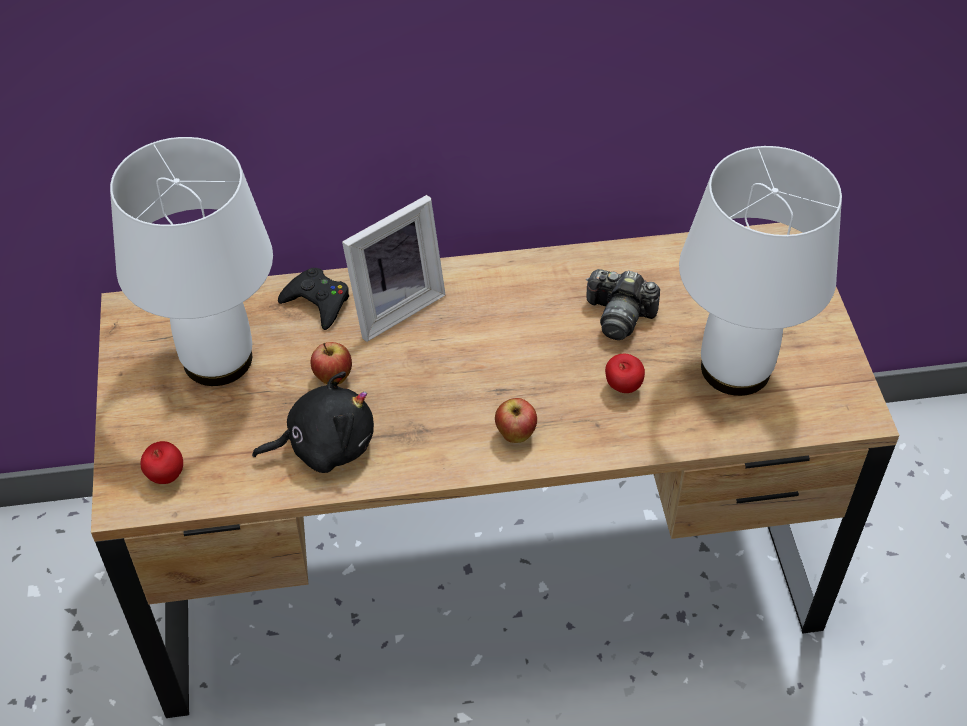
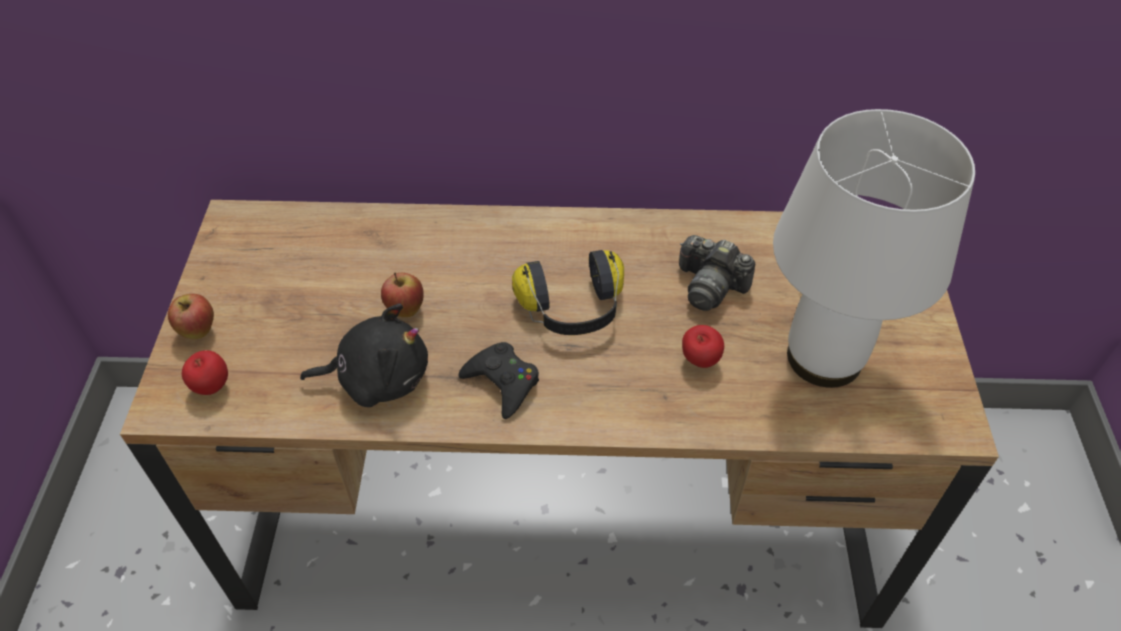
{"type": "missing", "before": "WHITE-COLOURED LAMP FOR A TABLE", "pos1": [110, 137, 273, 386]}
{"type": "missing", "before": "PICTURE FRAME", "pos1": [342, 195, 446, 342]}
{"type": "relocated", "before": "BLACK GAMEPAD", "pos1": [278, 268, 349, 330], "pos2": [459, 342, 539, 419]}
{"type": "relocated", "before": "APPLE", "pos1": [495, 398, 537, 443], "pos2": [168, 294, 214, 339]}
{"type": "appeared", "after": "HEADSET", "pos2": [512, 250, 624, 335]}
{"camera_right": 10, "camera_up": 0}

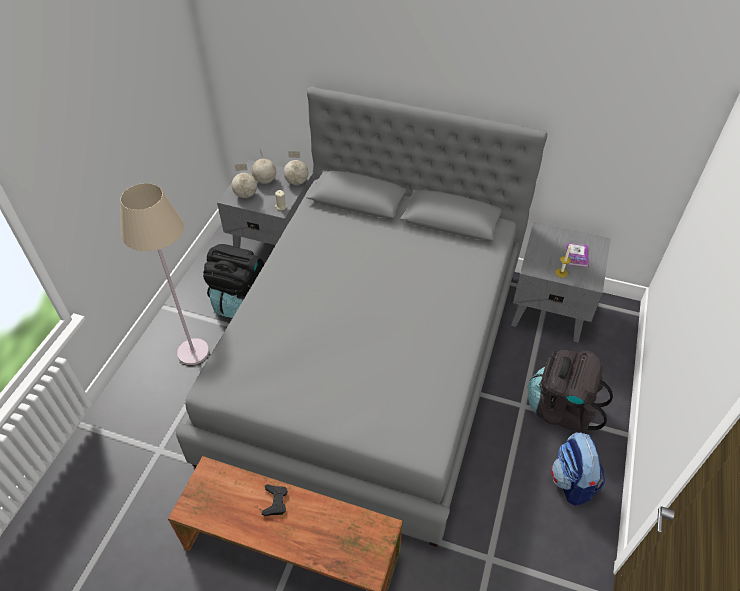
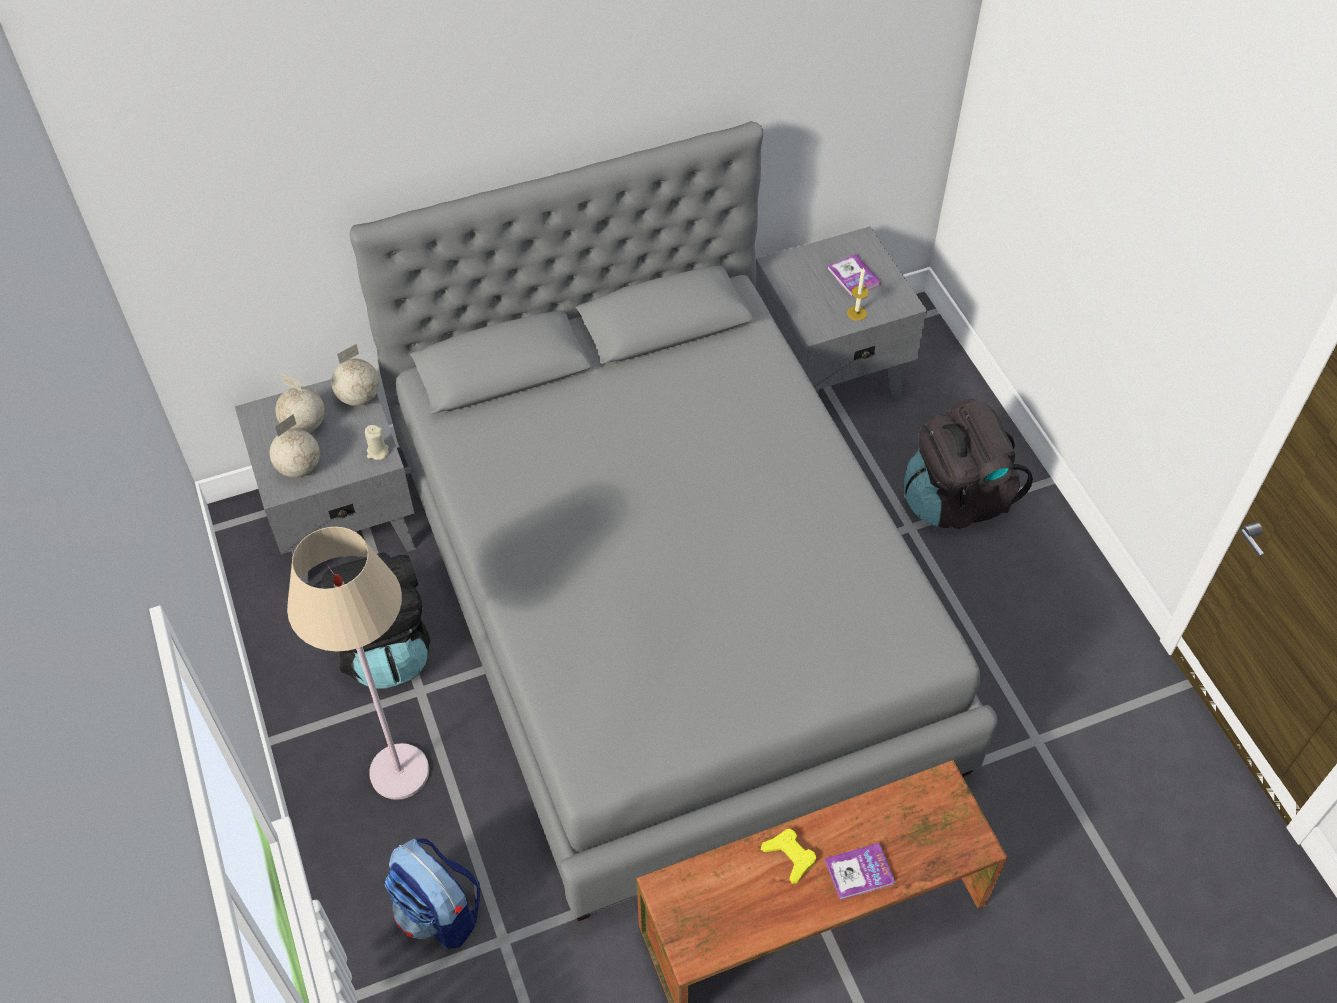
{"type": "relocated", "before": "RUCKSACK", "pos1": [551, 432, 605, 506], "pos2": [384, 838, 480, 949]}
{"type": "colour", "before": "BLACK GAMEPAD", "after": "YELLOWISH GAMEPAD", "pos1": [262, 484, 288, 516], "pos2": [761, 829, 816, 884]}
{"type": "appeared", "after": "BOOK", "pos2": [825, 843, 895, 900]}
{"camera_right": -40, "camera_up": 5}

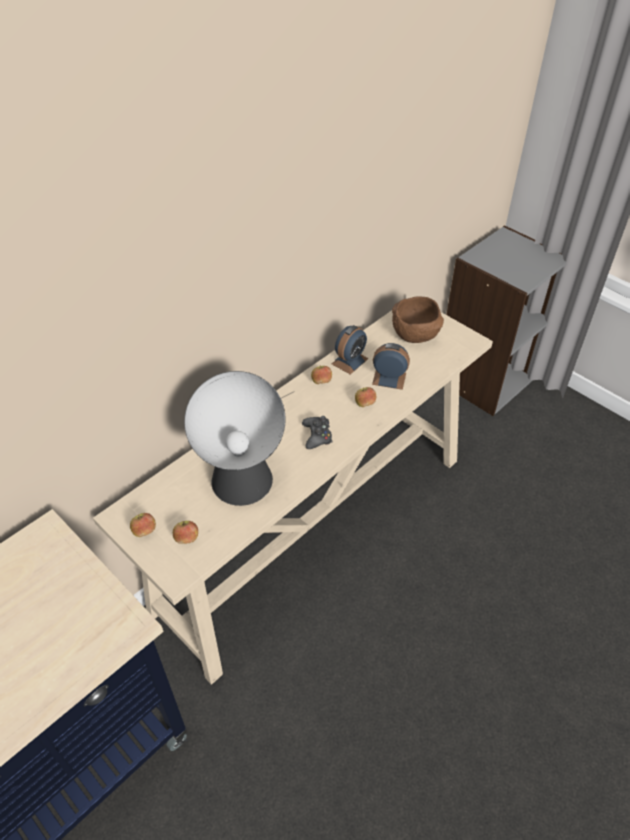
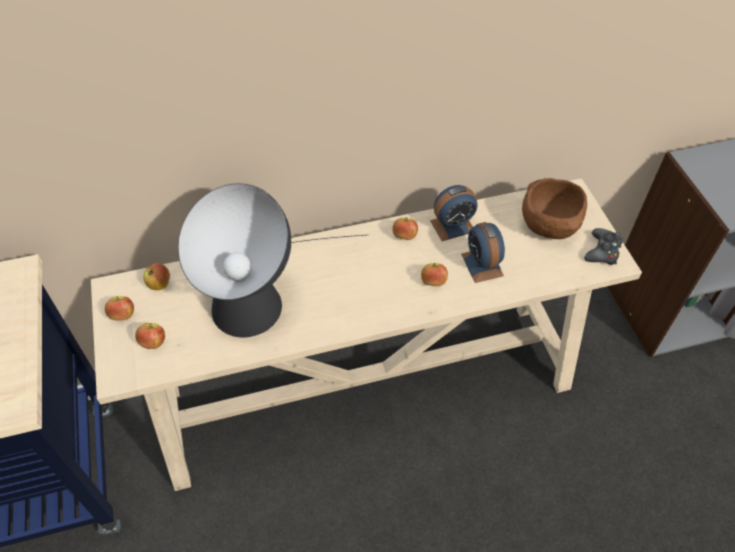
{"type": "spun", "before": "BEDSIDE CLOCK", "pos1": [372, 343, 410, 390], "pos2": [461, 222, 505, 283], "turn": -150}
{"type": "relocated", "before": "BLACK GAMEPAD", "pos1": [302, 416, 333, 449], "pos2": [584, 228, 623, 265]}
{"type": "appeared", "after": "APPLE", "pos2": [144, 263, 170, 290]}
{"camera_right": 30, "camera_up": 5}

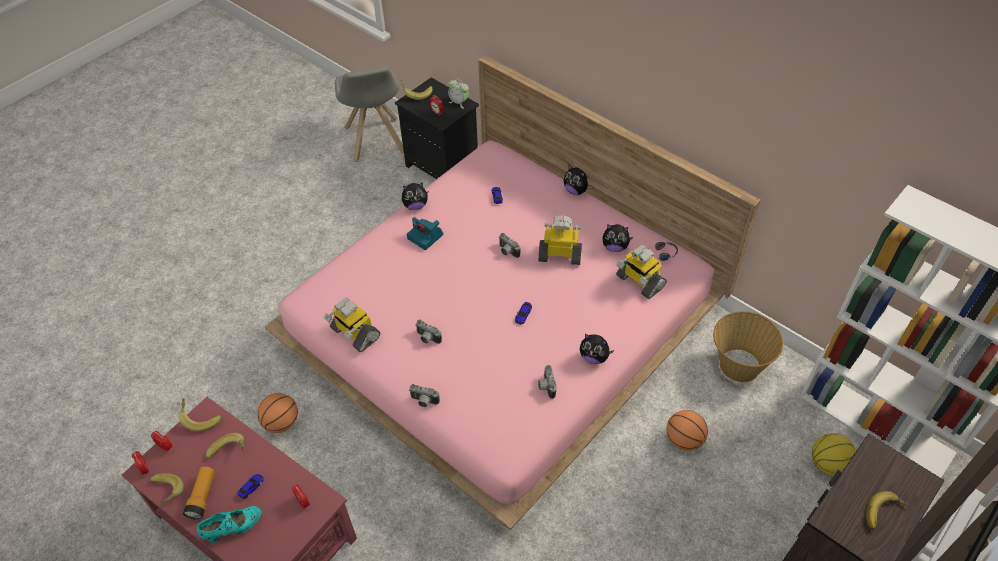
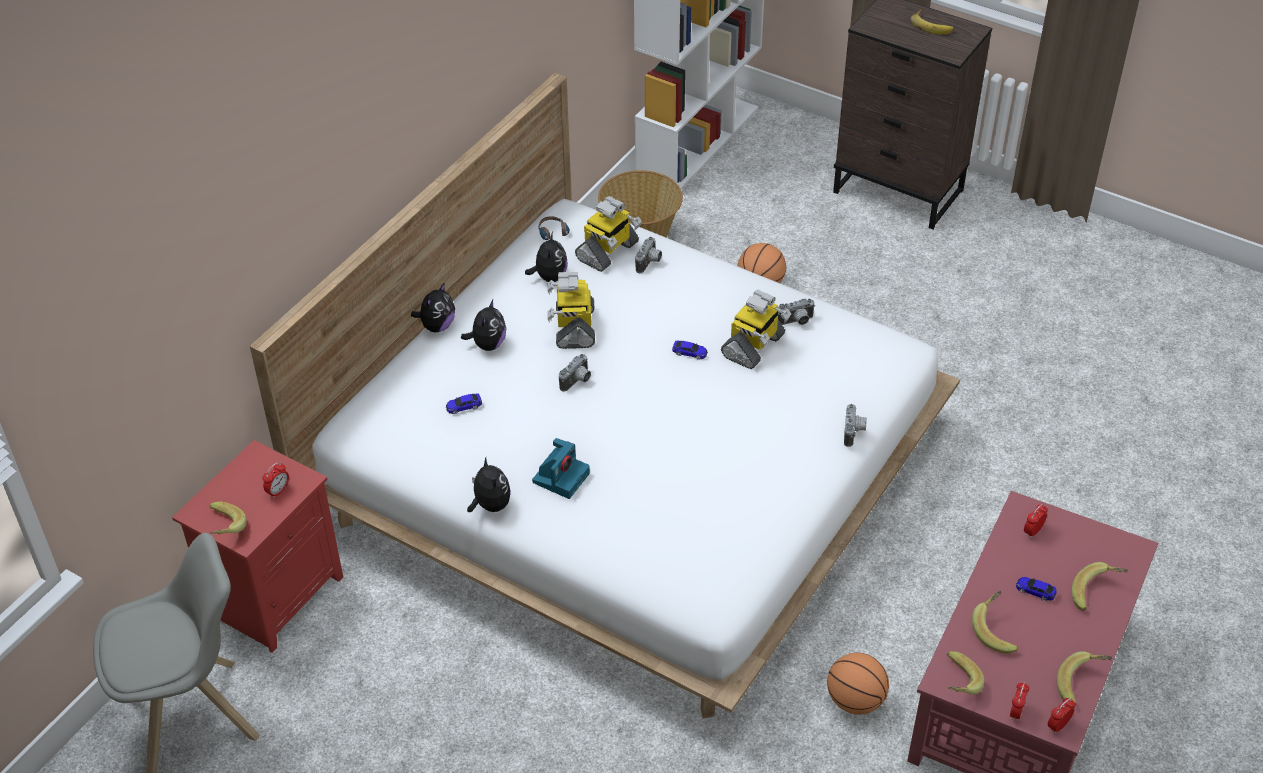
{"type": "colour", "before": "PINK SLEEPING BED", "after": "WHITE-COLOURED SLEEPING BED", "pos1": [265, 55, 760, 530], "pos2": [250, 73, 960, 718]}
{"type": "colour", "before": "BLACK BEDSIDE TABLE", "after": "REDDISH BEDSIDE TABLE", "pos1": [395, 77, 479, 179], "pos2": [172, 440, 343, 653]}
{"type": "missing", "before": "BEDSIDE CLOCK", "pos1": [448, 79, 469, 109]}
{"type": "relocated", "before": "ROBOT FIGURE", "pos1": [324, 297, 381, 352], "pos2": [721, 290, 791, 369]}
{"type": "relocated", "before": "STILL CAMERA", "pos1": [415, 319, 442, 344], "pos2": [635, 237, 662, 273]}
{"type": "relocated", "before": "CUDDLY TOY", "pos1": [580, 334, 614, 364], "pos2": [461, 299, 506, 351]}
{"type": "missing", "before": "BASKETBALL", "pos1": [812, 434, 856, 476]}
{"type": "missing", "before": "TORCH", "pos1": [183, 467, 215, 520]}
{"type": "exchanged", "before": "TURQUOISE LOW SHOE", "after": "WHOLE BANANA", "pos1": [197, 506, 261, 543], "pos2": [1072, 562, 1128, 611]}
{"camera_right": -100, "camera_up": -5}

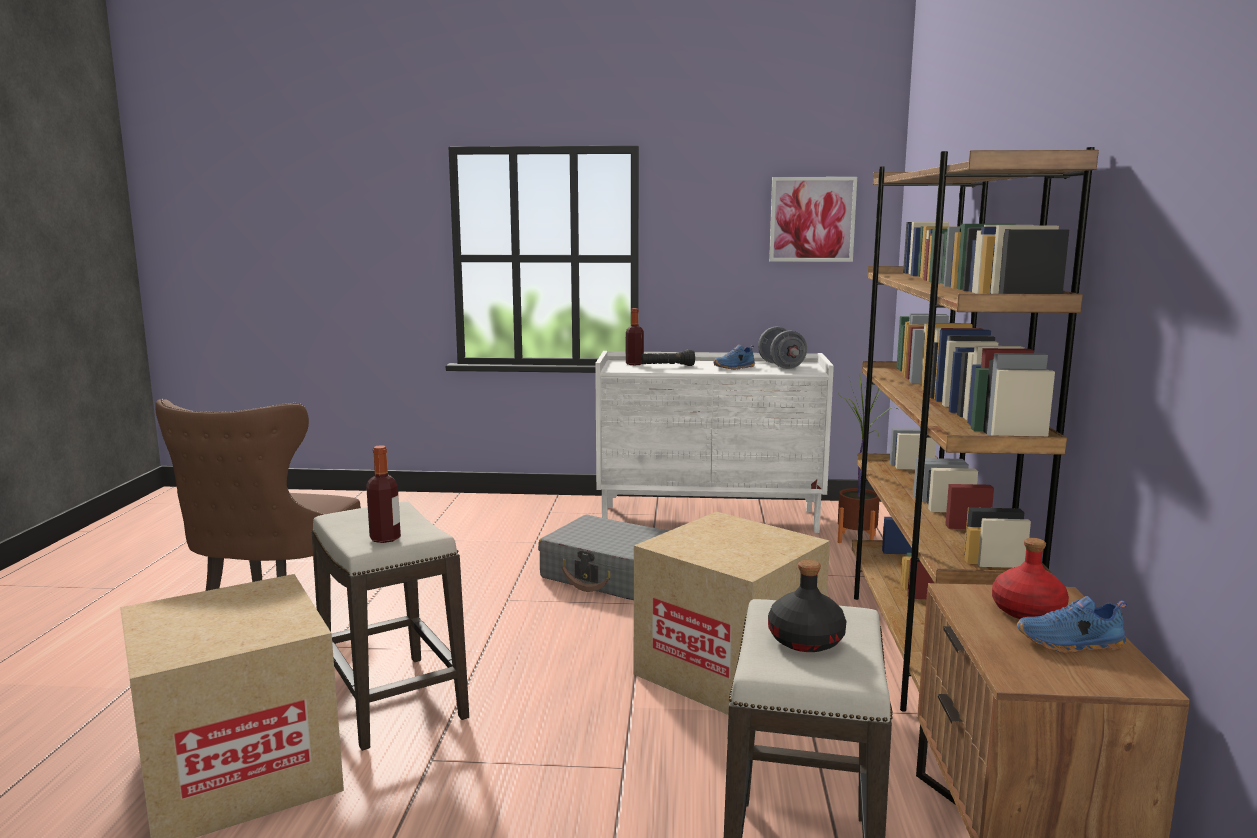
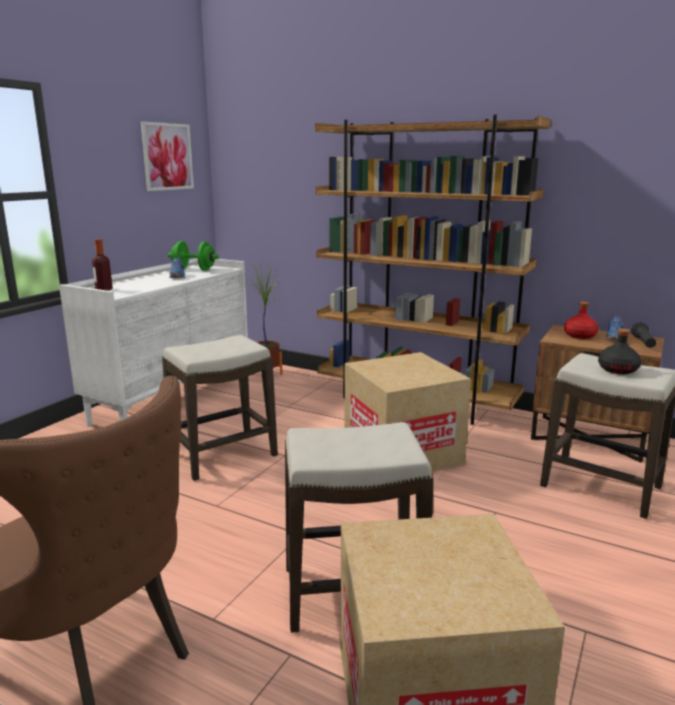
{"type": "colour", "before": "GRAY DUMBBELL", "after": "GREEN DUMBBELL", "pos1": [758, 327, 807, 369], "pos2": [168, 241, 219, 271]}
{"type": "relocated", "before": "BLACK TORCH", "pos1": [641, 349, 695, 366], "pos2": [631, 322, 656, 348]}
{"type": "missing", "before": "DRINK BOTTLE", "pos1": [366, 445, 401, 543]}
{"type": "exchanged", "before": "GRAY SUITCASE", "after": "STOOL SEAT", "pos1": [538, 514, 669, 600], "pos2": [162, 335, 278, 481]}
{"camera_right": -65, "camera_up": 5}

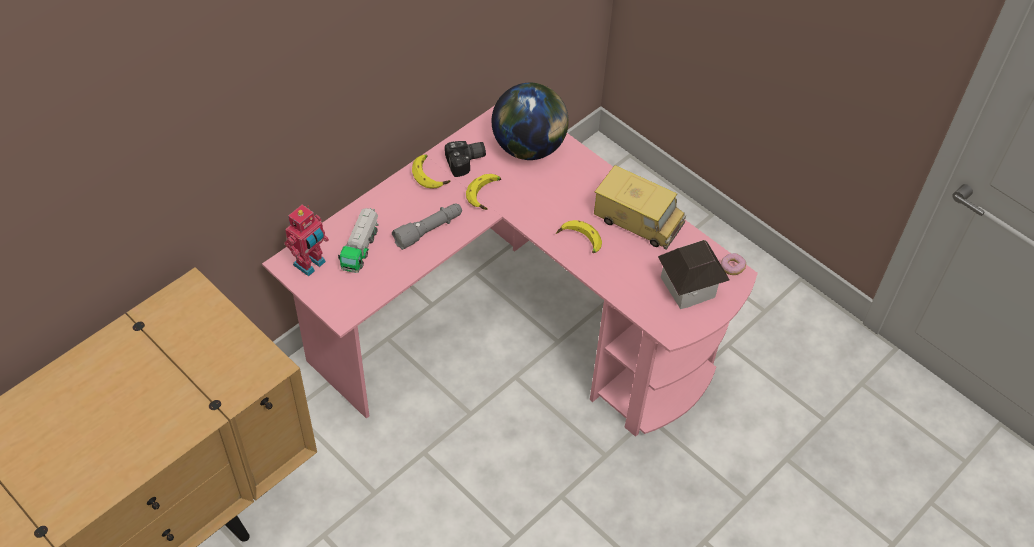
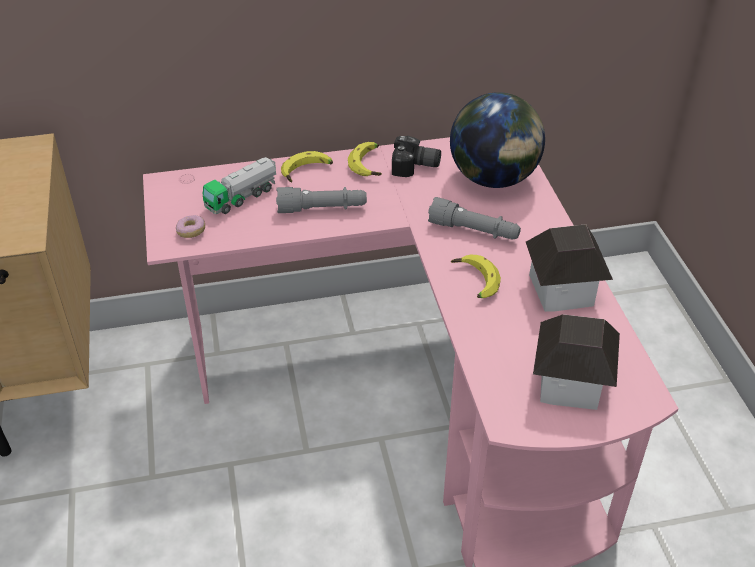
{"type": "exchanged", "before": "TOY LORRY", "after": "MODEL HOUSE", "pos1": [594, 165, 686, 250], "pos2": [526, 224, 613, 312]}
{"type": "relocated", "before": "WHOLE BANANA", "pos1": [466, 174, 501, 210], "pos2": [281, 151, 333, 182]}
{"type": "missing", "before": "ROBOT FIGURE", "pos1": [285, 205, 329, 276]}
{"type": "relocated", "before": "DOUGHNUT", "pos1": [721, 253, 746, 275], "pos2": [176, 215, 205, 238]}
{"type": "appeared", "after": "GRAY TORCH", "pos2": [428, 197, 521, 240]}
{"camera_right": 35, "camera_up": -10}

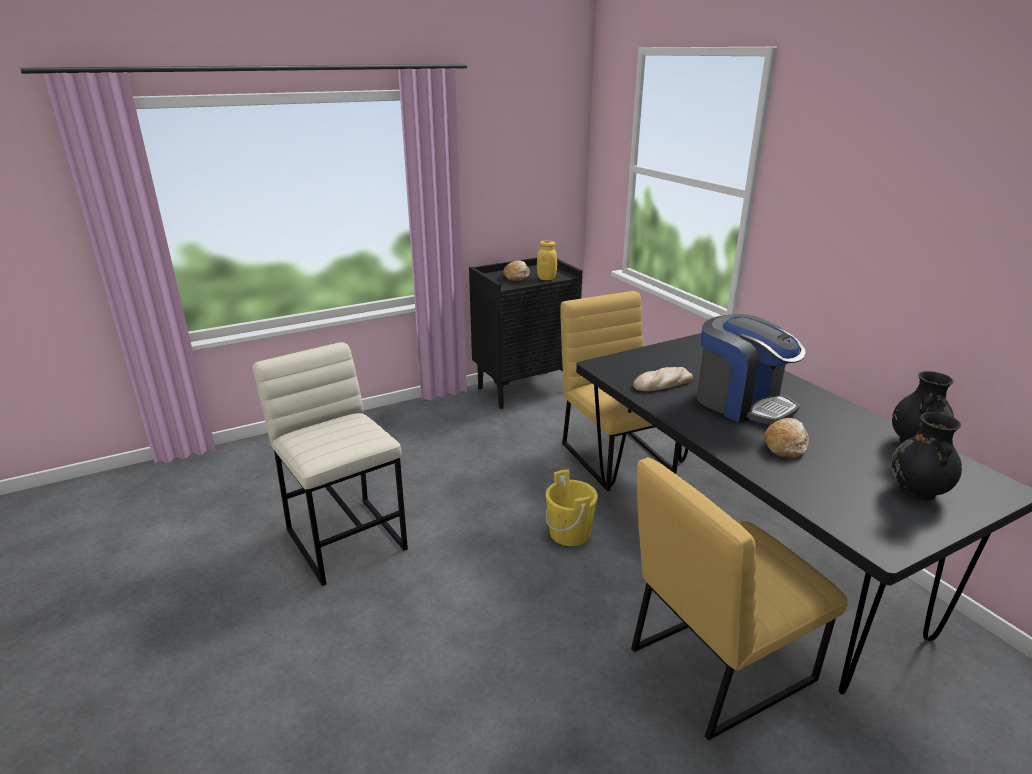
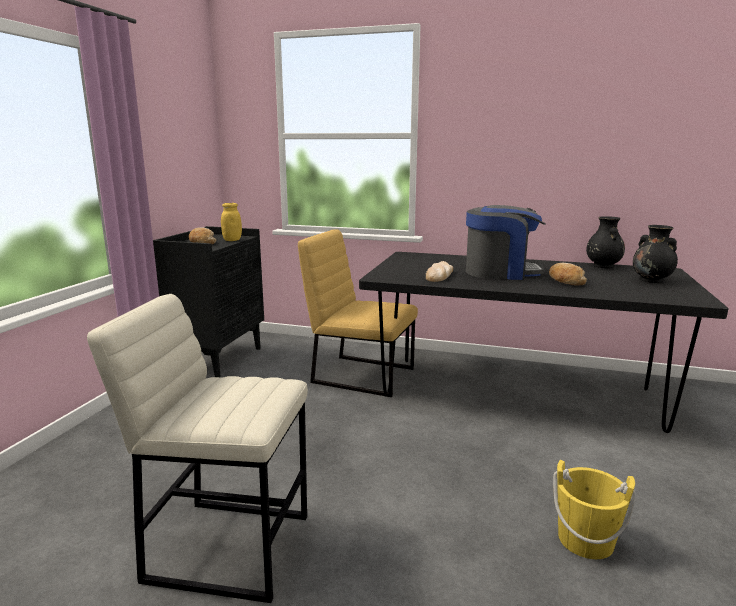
{"type": "missing", "before": "YELLOWISH CHAIR", "pos1": [631, 457, 848, 741]}
{"type": "relocated", "before": "YELLOWISH PAIL", "pos1": [546, 469, 598, 546], "pos2": [553, 460, 636, 559]}
{"camera_right": -45, "camera_up": -10}

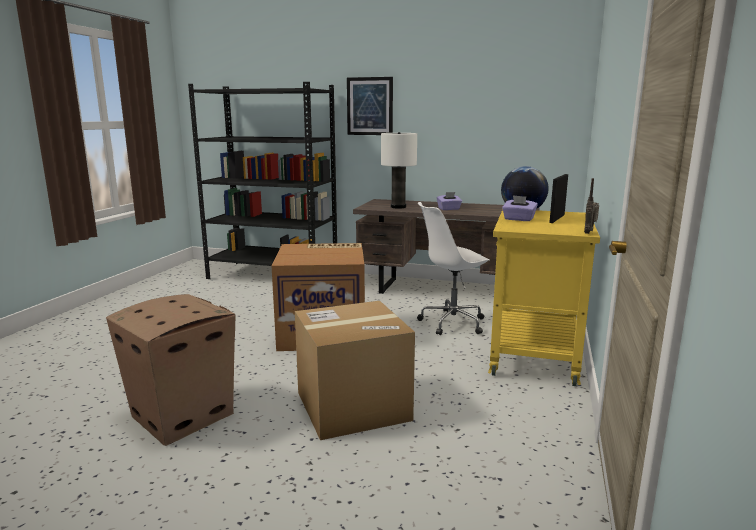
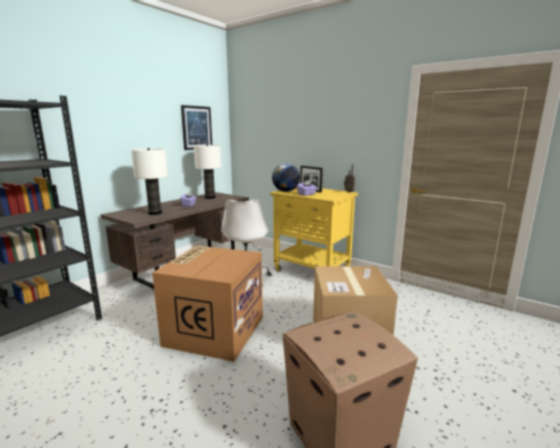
{"type": "relocated", "before": "PICTURE", "pos1": [347, 77, 393, 135], "pos2": [181, 105, 212, 150]}
{"type": "appeared", "after": "WHITE-COLOURED LAMP FOR A TABLE", "pos2": [194, 145, 221, 199]}
{"camera_right": -70, "camera_up": 0}

